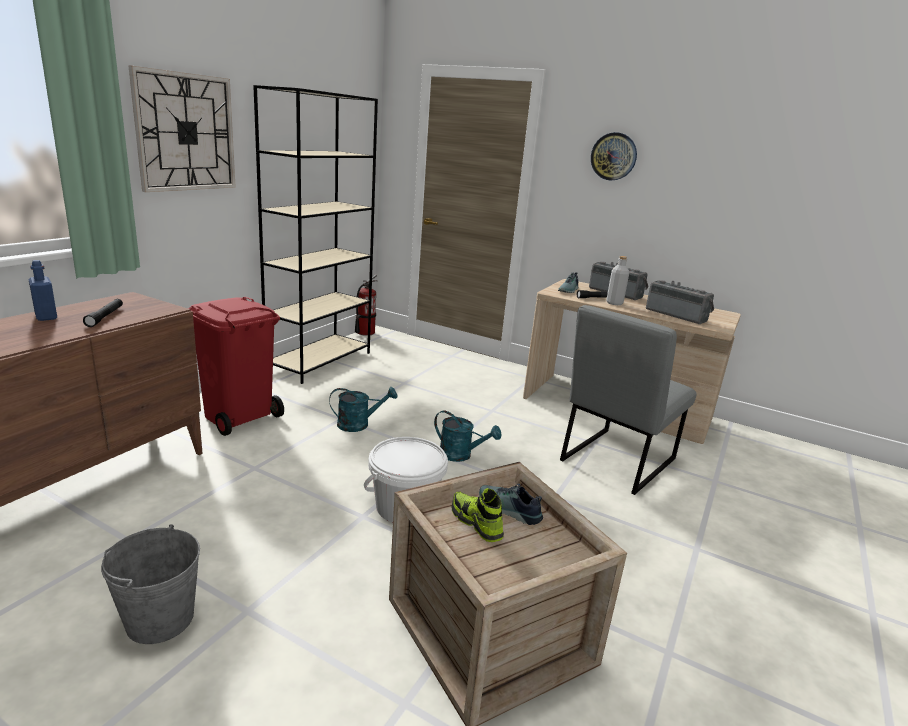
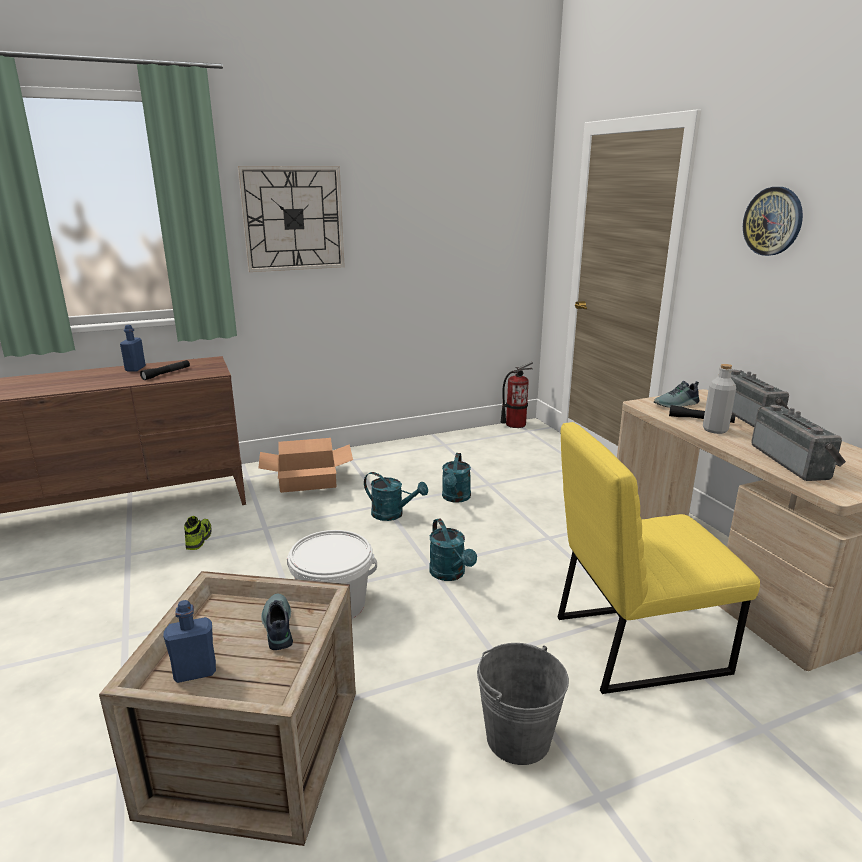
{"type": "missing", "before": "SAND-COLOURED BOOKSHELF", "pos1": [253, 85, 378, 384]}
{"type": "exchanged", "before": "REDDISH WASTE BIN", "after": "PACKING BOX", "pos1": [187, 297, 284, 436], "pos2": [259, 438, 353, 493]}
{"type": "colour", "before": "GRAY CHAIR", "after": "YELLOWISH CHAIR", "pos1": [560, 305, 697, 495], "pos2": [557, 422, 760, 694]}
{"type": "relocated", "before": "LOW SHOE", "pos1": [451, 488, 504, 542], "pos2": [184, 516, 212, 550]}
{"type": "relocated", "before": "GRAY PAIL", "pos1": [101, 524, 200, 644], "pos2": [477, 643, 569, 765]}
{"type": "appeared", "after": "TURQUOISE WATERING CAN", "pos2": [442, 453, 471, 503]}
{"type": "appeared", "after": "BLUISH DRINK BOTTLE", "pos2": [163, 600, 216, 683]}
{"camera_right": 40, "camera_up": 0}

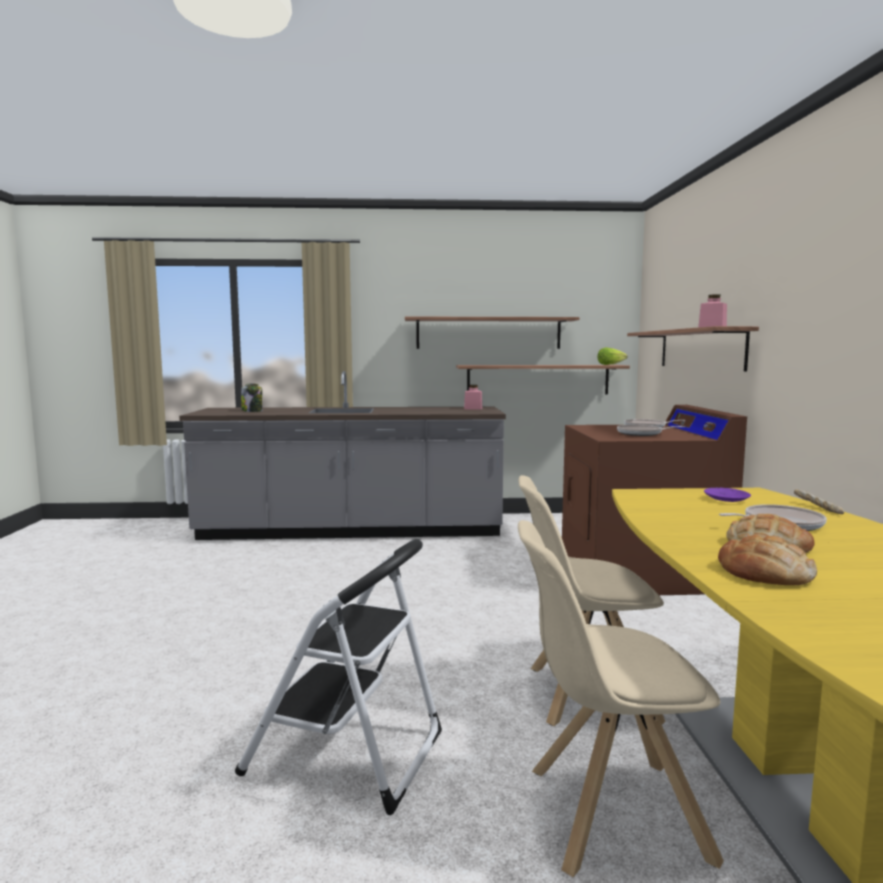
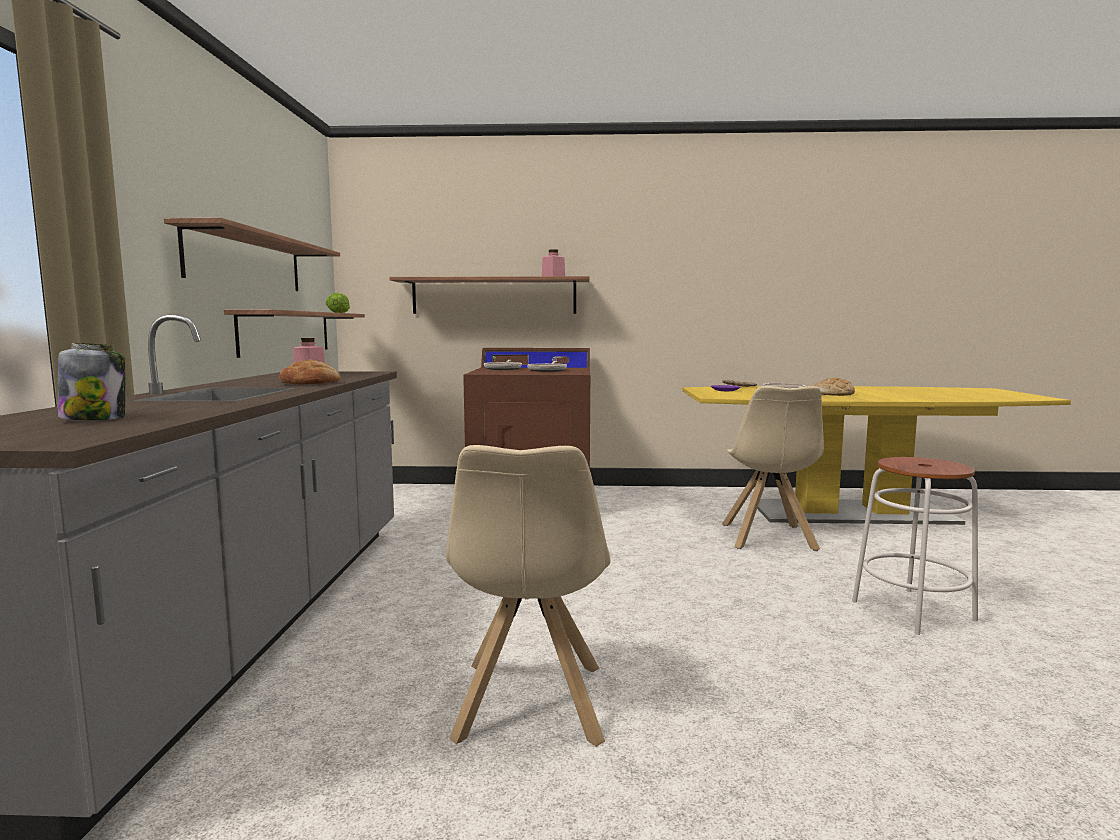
{"type": "relocated", "before": "SAND-COLOURED CHAIR", "pos1": [518, 520, 724, 877], "pos2": [446, 445, 611, 747]}
{"type": "relocated", "before": "BREAD", "pos1": [718, 534, 817, 585], "pos2": [279, 359, 341, 384]}
{"type": "exchanged", "before": "STEPLADDER", "after": "WHITE-COLOURED STOOL SEAT", "pos1": [235, 539, 442, 815], "pos2": [852, 457, 978, 635]}
{"camera_right": -85, "camera_up": 0}

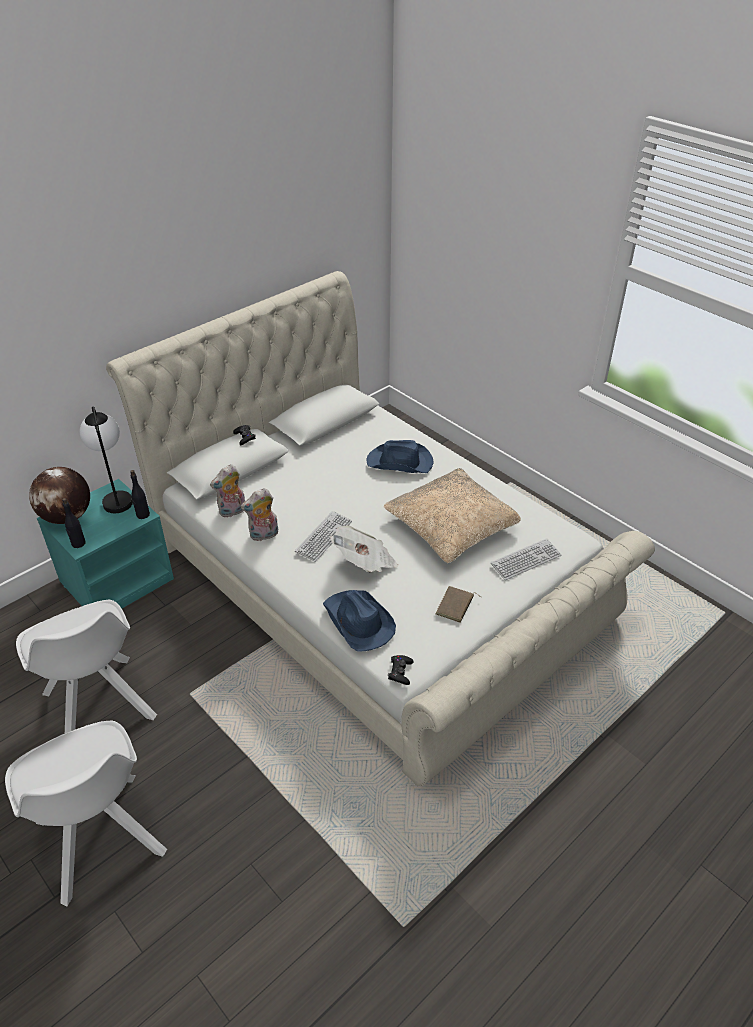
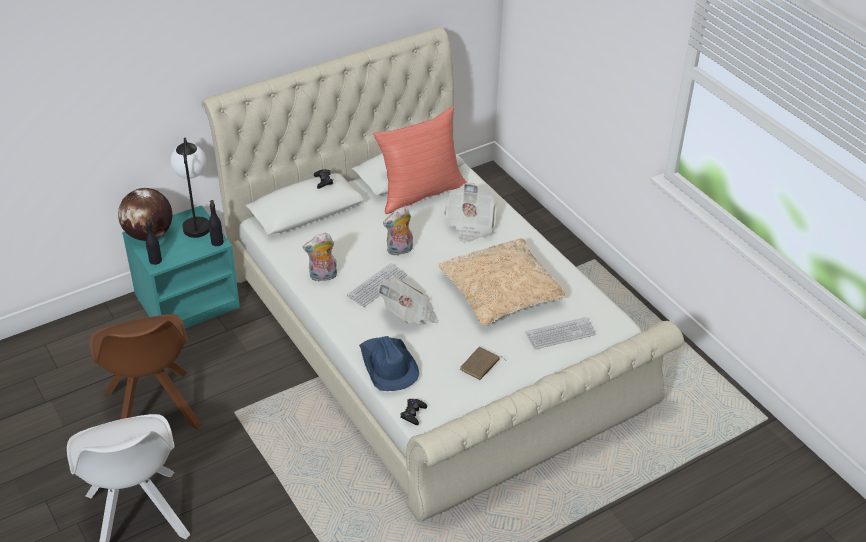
{"type": "exchanged", "before": "BLUISH WEARABLE HAT", "after": "DAILY PAPER", "pos1": [367, 440, 433, 473], "pos2": [444, 183, 497, 243]}
{"type": "relocated", "before": "CUDDLY TOY", "pos1": [210, 464, 245, 518], "pos2": [383, 207, 413, 256]}
{"type": "colour", "before": "WHITE-COLOURED CHAIR", "after": "BROWN-COLOURED CHAIR", "pos1": [16, 600, 157, 733], "pos2": [89, 314, 202, 429]}
{"type": "appeared", "after": "REDDISH CUSHION", "pos2": [373, 107, 467, 214]}
{"camera_right": 10, "camera_up": 0}

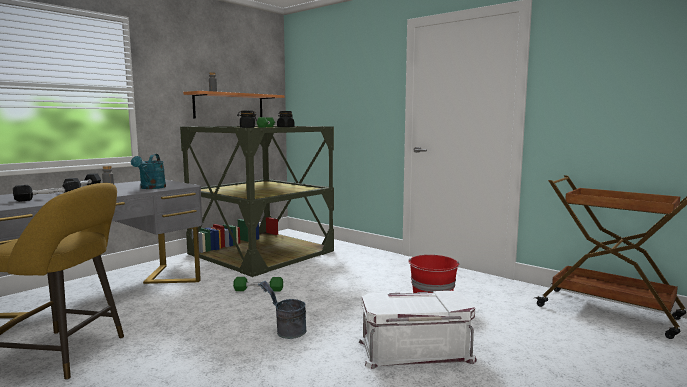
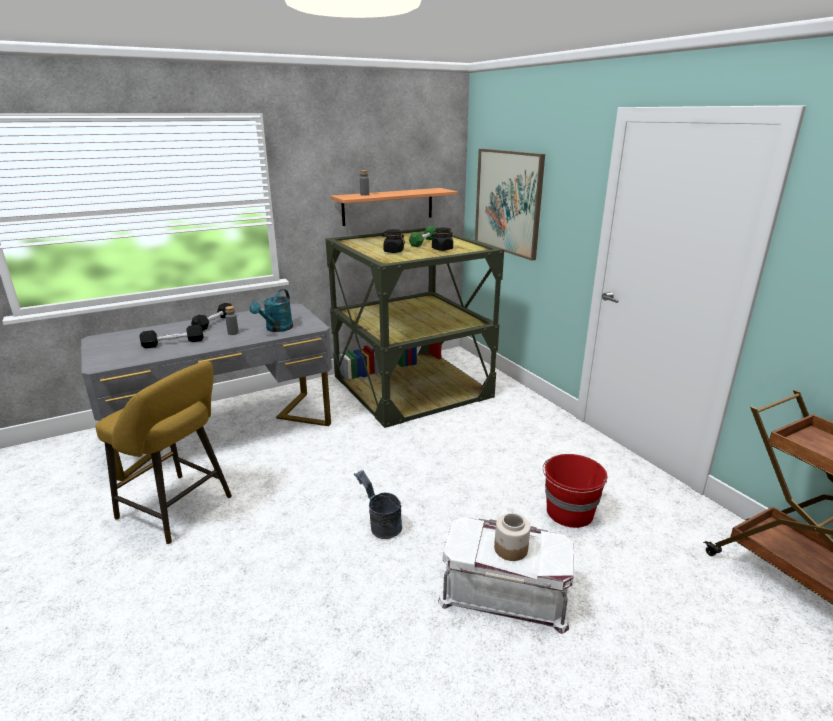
{"type": "missing", "before": "GREEN DUMBBELL", "pos1": [233, 277, 283, 292]}
{"type": "appeared", "after": "PICTURE", "pos2": [475, 149, 545, 261]}
{"type": "appeared", "after": "JAR", "pos2": [494, 513, 530, 561]}
{"camera_right": 20, "camera_up": 15}

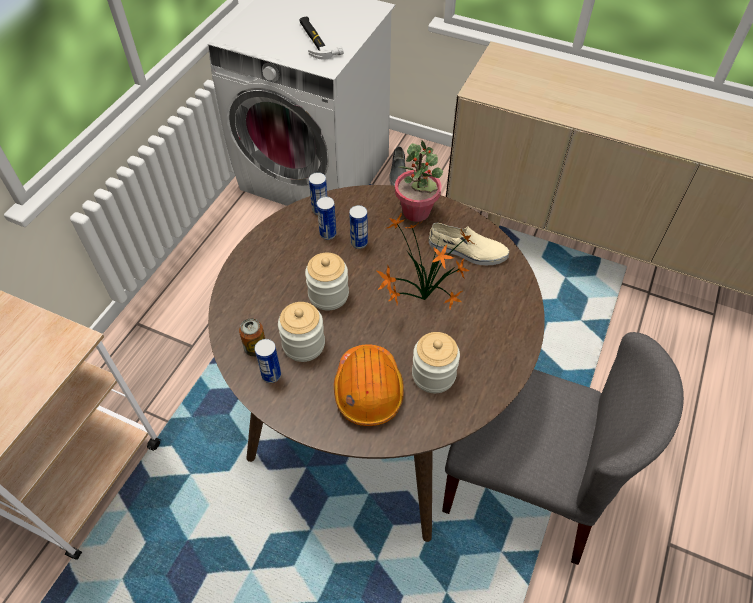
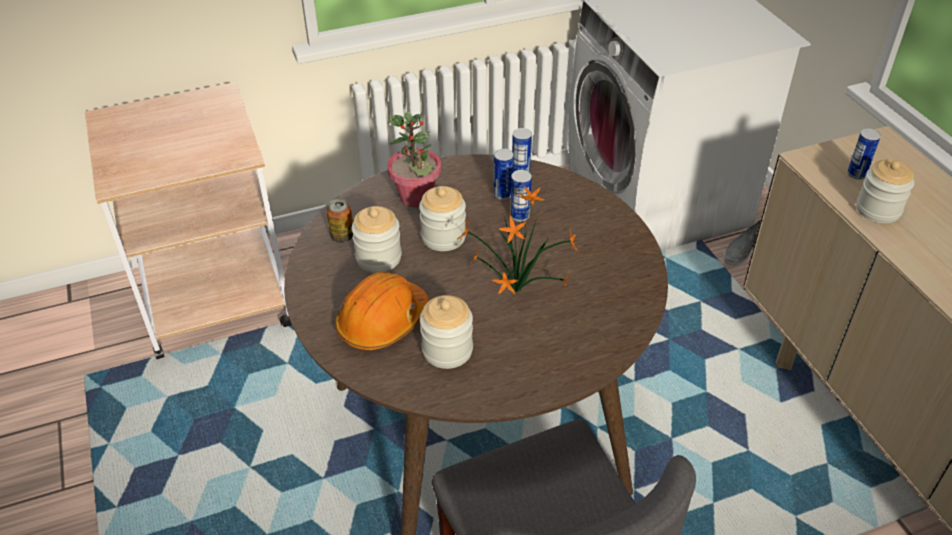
{"type": "missing", "before": "TOOL HAMMER", "pos1": [300, 17, 343, 60]}
{"type": "relocated", "before": "POTTED PLANT", "pos1": [395, 140, 443, 222], "pos2": [387, 112, 441, 207]}
{"type": "missing", "before": "SAND-COLOURED LOW SHOE", "pos1": [429, 223, 509, 265]}
{"type": "relocated", "before": "SEALED CAN", "pos1": [254, 339, 281, 383], "pos2": [847, 129, 881, 180]}
{"type": "appeared", "after": "JAR", "pos2": [856, 159, 914, 223]}
{"camera_right": 45, "camera_up": -10}

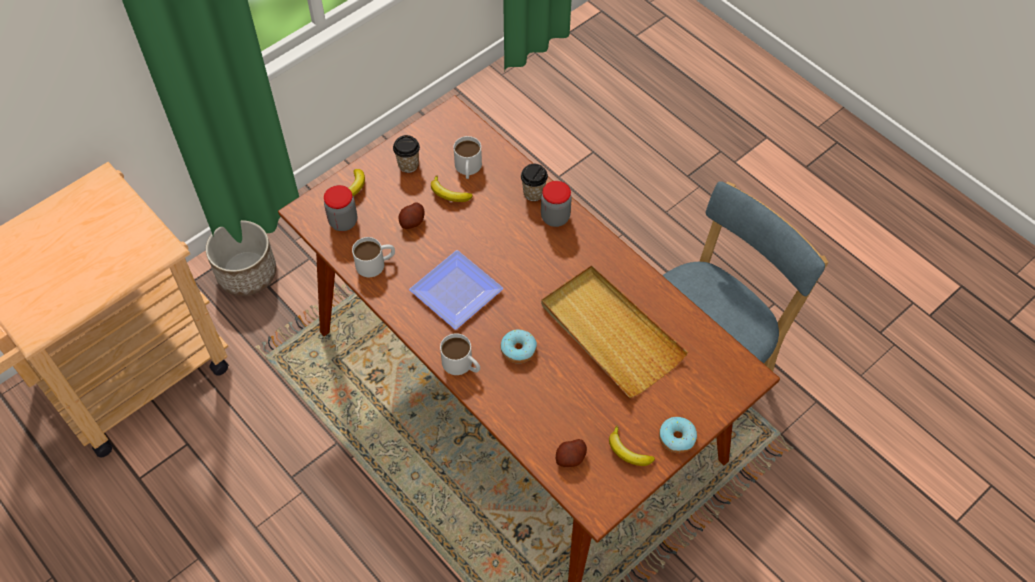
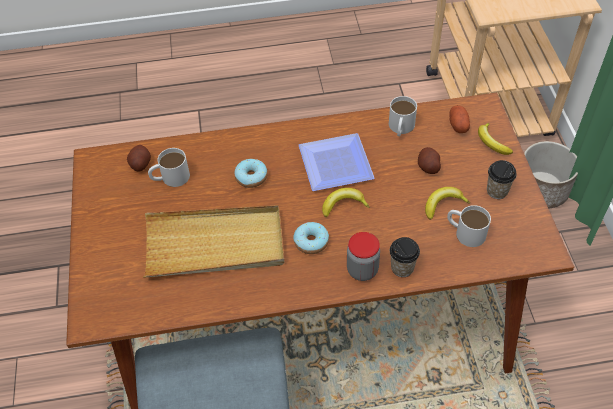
{"type": "exchanged", "before": "JAR", "after": "WHOLE POTATO", "pos1": [324, 185, 357, 231], "pos2": [449, 105, 470, 133]}
{"type": "relocated", "before": "WHITE-COLOURED MUG", "pos1": [440, 333, 480, 375], "pos2": [148, 148, 190, 187]}
{"type": "relocated", "before": "DOUGHNUT", "pos1": [659, 417, 697, 453], "pos2": [293, 222, 329, 254]}
{"type": "relocated", "before": "WHOLE BANANA", "pos1": [609, 425, 655, 466], "pos2": [322, 188, 370, 217]}
{"camera_right": 125, "camera_up": -5}

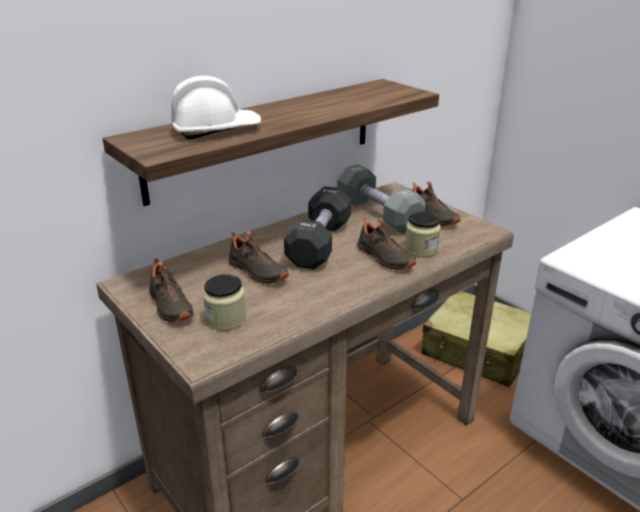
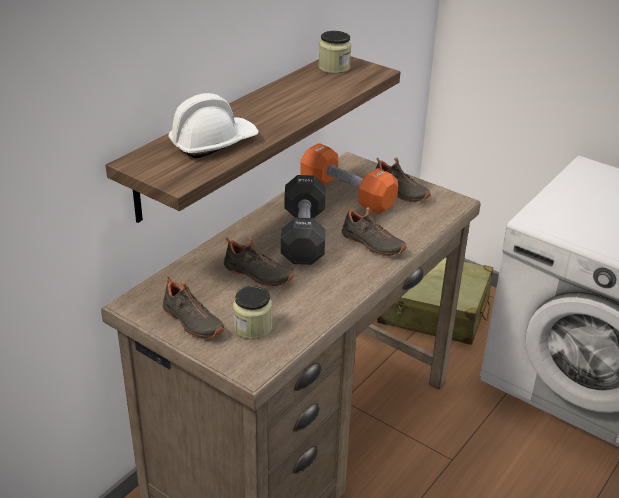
{"type": "colour", "before": "GRAY DUMBBELL", "after": "ORANGE DUMBBELL", "pos1": [337, 164, 426, 234], "pos2": [300, 143, 398, 214]}
{"type": "relocated", "before": "JAR", "pos1": [405, 212, 441, 257], "pos2": [319, 31, 351, 74]}
{"camera_right": -15, "camera_up": 5}

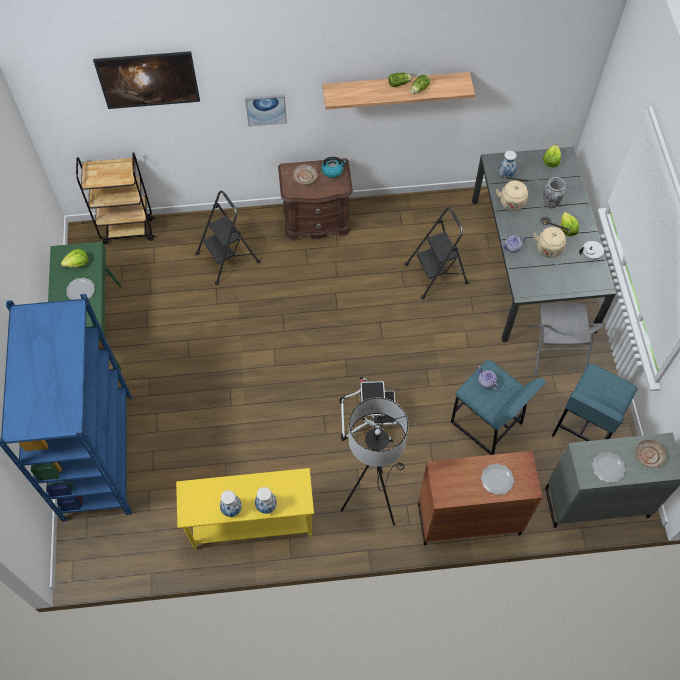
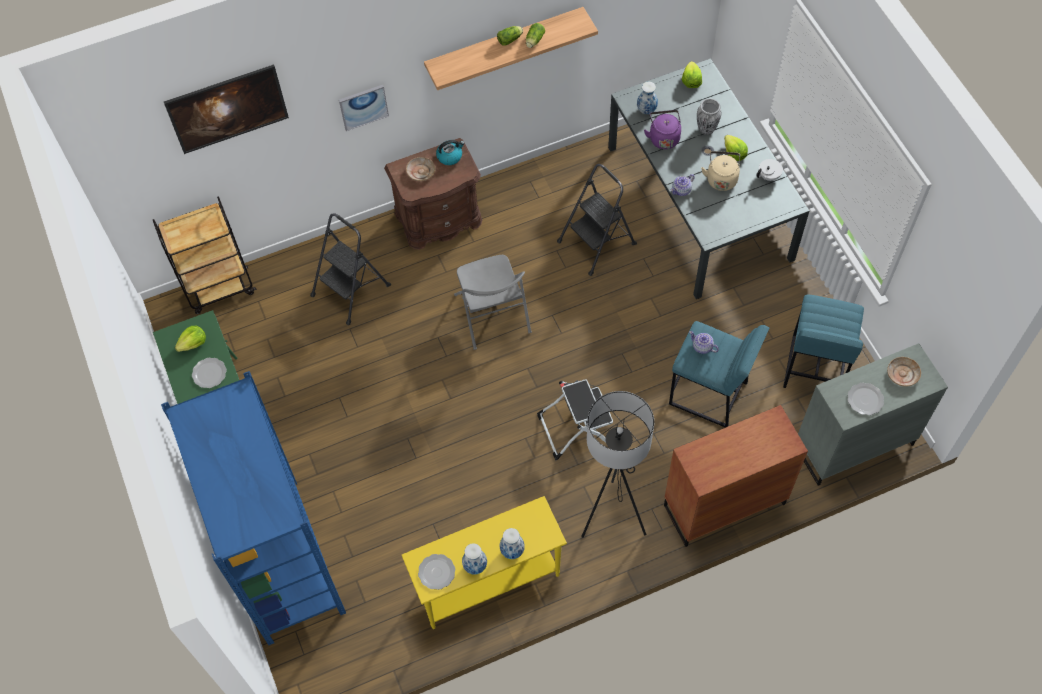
{"type": "colour", "before": "SAND-COLOURED TEA KETTLE", "after": "PURPLE-COLOURED TEA KETTLE", "pos1": [496, 177, 530, 211], "pos2": [644, 110, 681, 149]}
{"type": "relocated", "before": "GRAY CHAIR", "pos1": [527, 302, 604, 376], "pos2": [454, 255, 532, 350]}
{"type": "relocated", "before": "DINNER PLATE", "pos1": [481, 463, 514, 495], "pos2": [418, 554, 455, 590]}
{"camera_right": -15, "camera_up": 0}

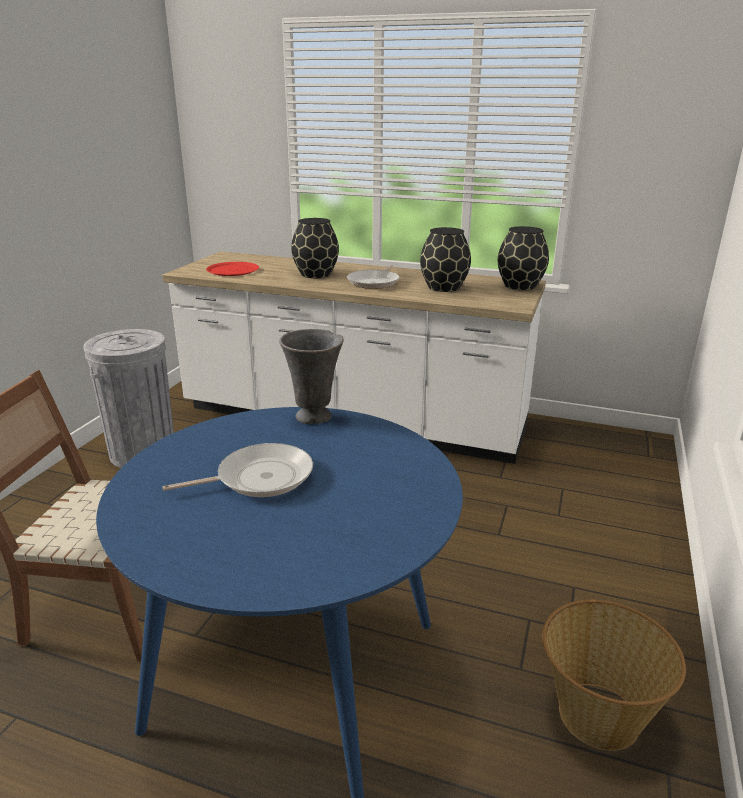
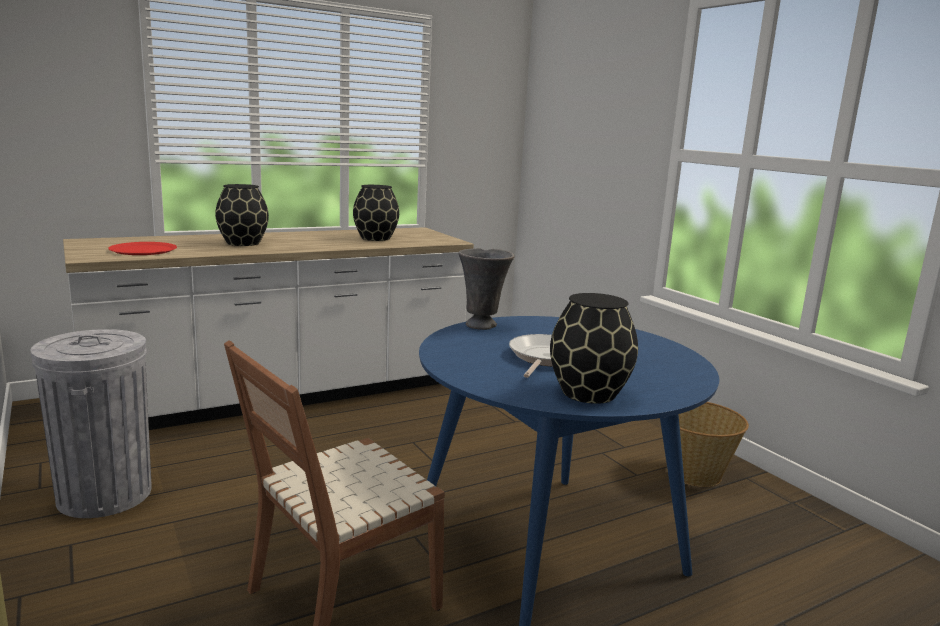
{"type": "relocated", "before": "BLACK FLOWER VASE", "pos1": [498, 226, 549, 290], "pos2": [550, 293, 638, 404]}
{"type": "missing", "before": "PAN", "pos1": [347, 265, 399, 289]}
{"camera_right": -50, "camera_up": -10}

